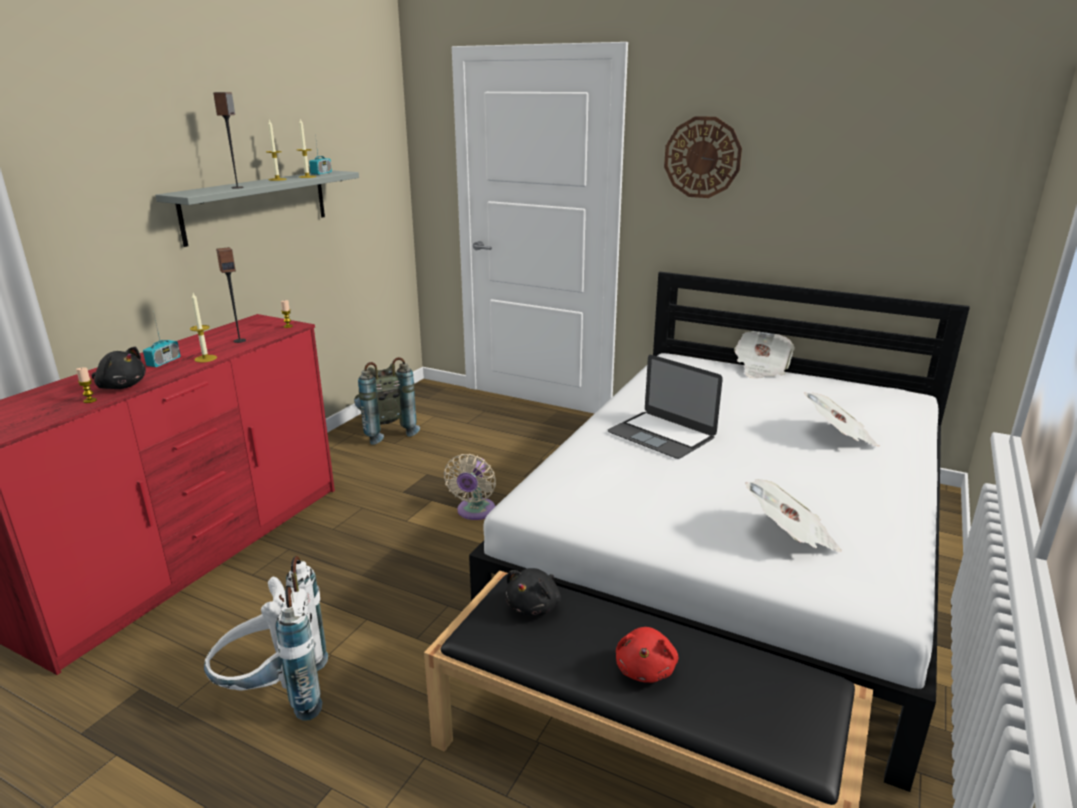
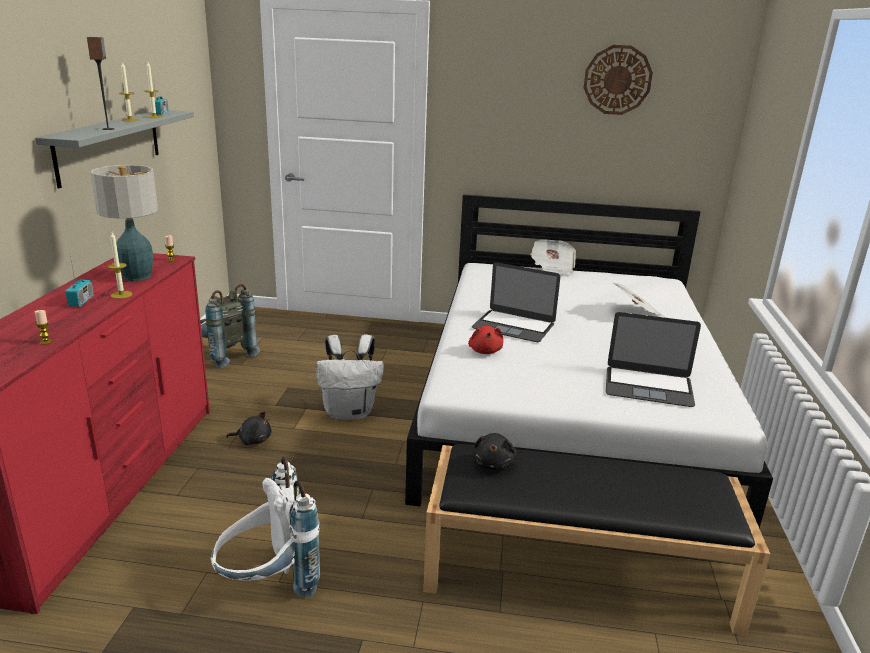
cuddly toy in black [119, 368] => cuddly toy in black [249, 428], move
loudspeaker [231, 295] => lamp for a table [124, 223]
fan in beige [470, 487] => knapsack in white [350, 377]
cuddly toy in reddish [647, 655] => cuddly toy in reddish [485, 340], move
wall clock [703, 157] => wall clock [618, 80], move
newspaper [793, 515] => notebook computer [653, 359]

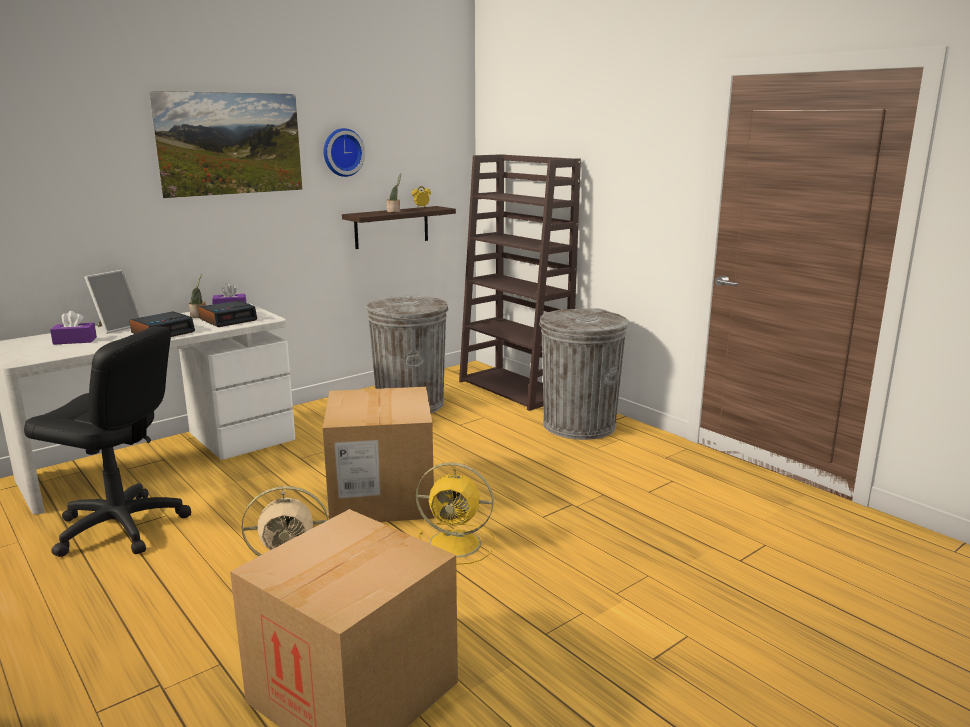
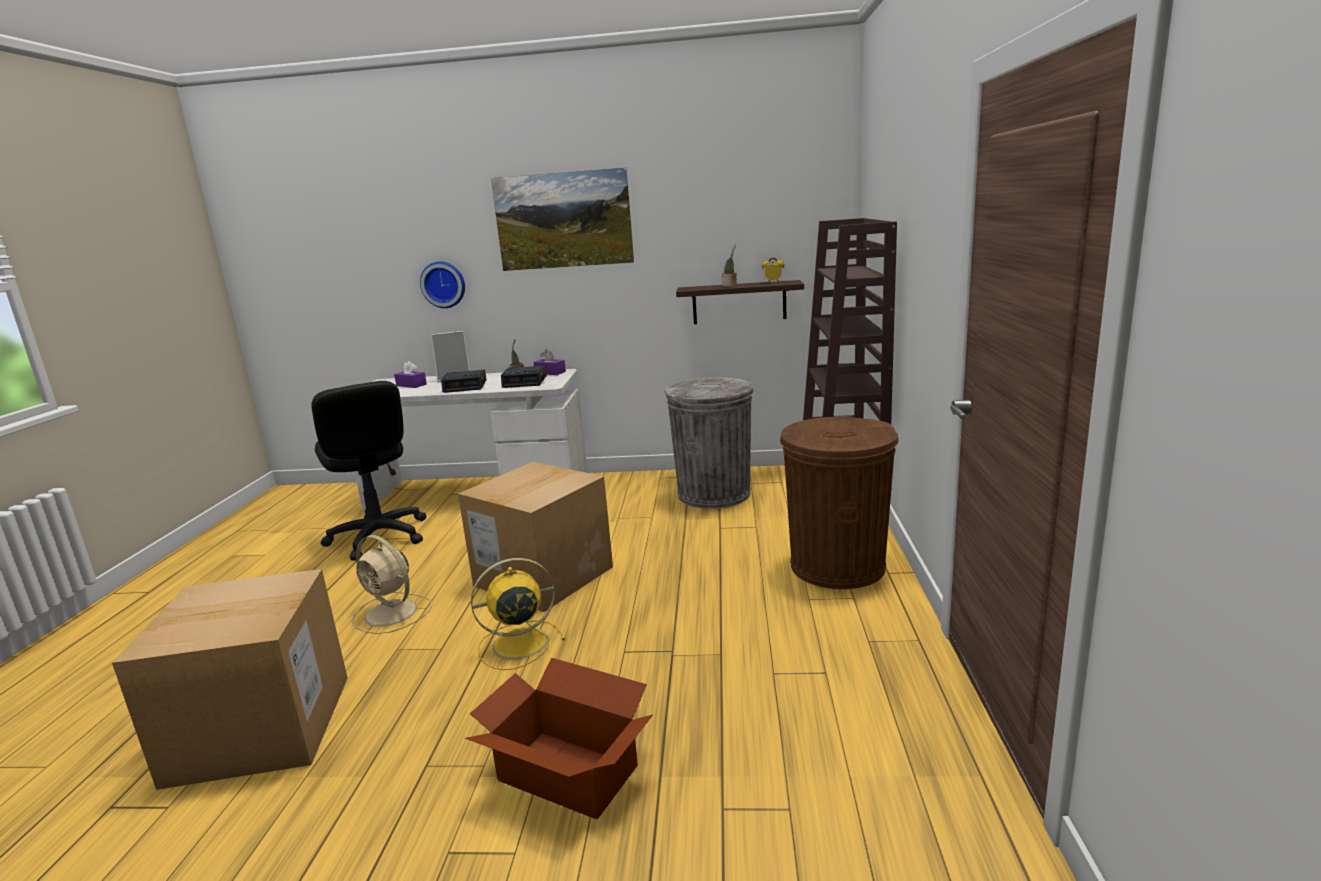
wall clock [344, 152] => wall clock [442, 284], move
fan in yellow-coloured [455, 513] => fan in yellow-coloured [518, 614], 105 degrees clockwise
waste bin in greyish [584, 374] => waste bin in brownish [839, 502]
nothing => cardboard box [559, 739]

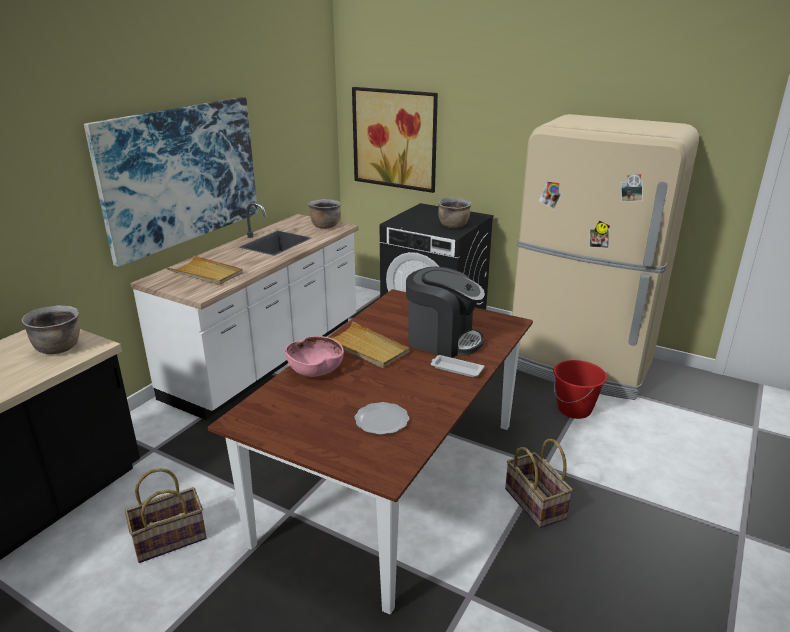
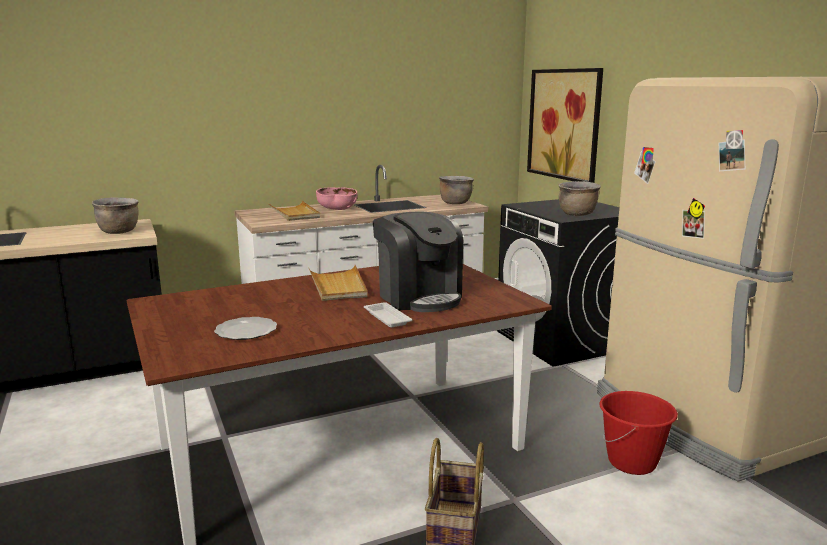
picture [171, 182] => nothing
storage basket [166, 515] => nothing
bowl in pink [314, 356] => bowl in pink [336, 198], move

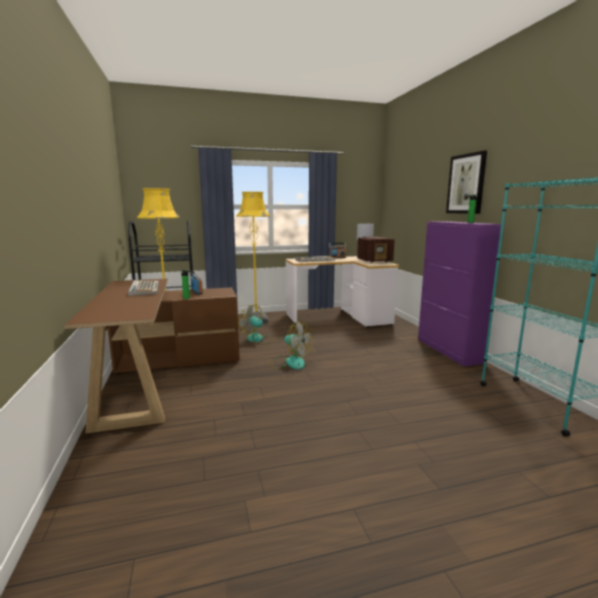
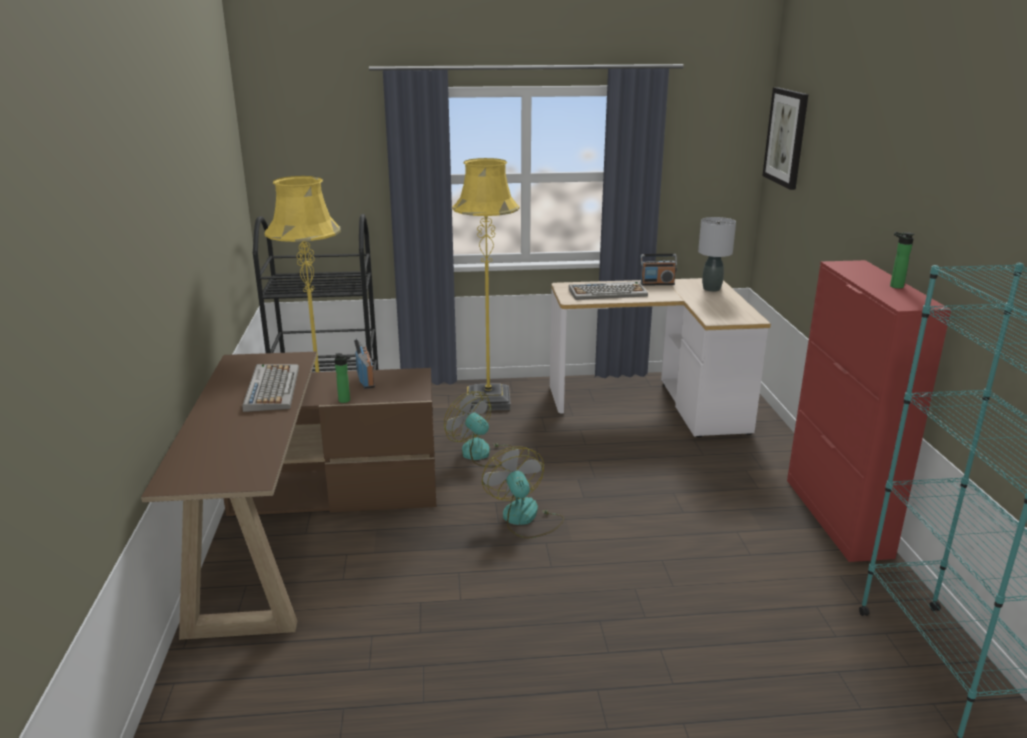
fan [291, 345] => fan [523, 492], 150 degrees counterclockwise
radio set [376, 249] => nothing
cabinet in purple-coloured [459, 293] => cabinet in reddish [869, 411]
picture [466, 182] => picture [785, 138], move

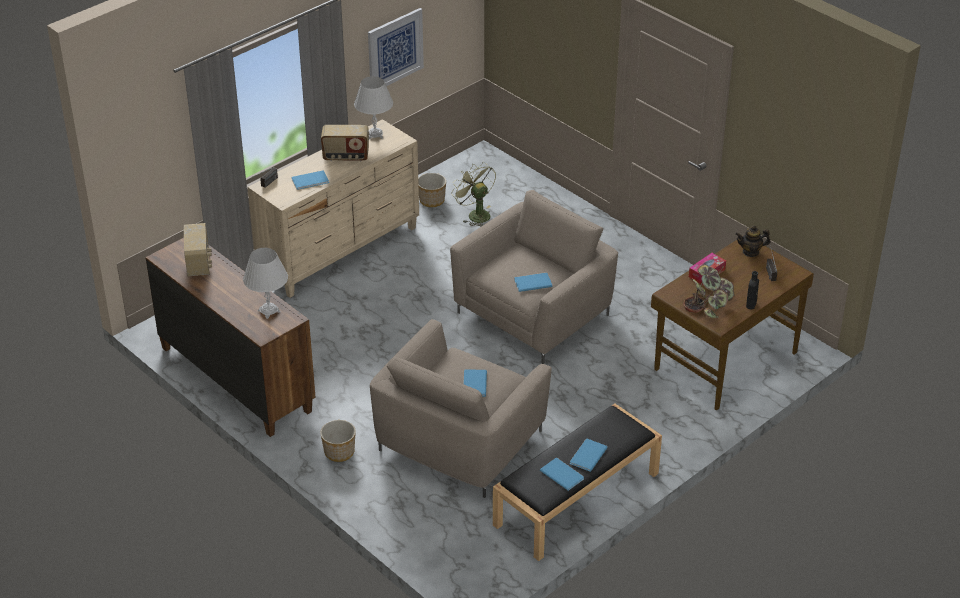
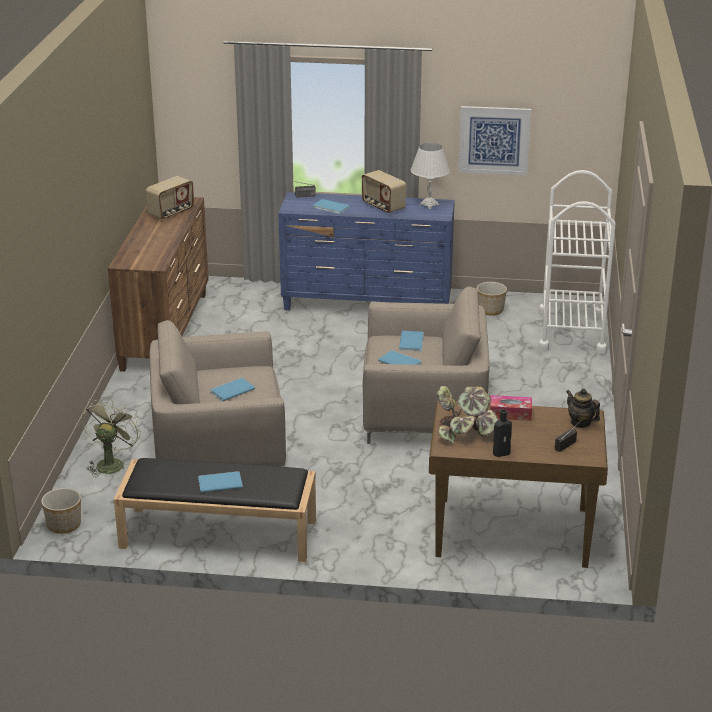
lamp for a table in white [265, 283] => nothing
dresser in beige [333, 208] => dresser in bluish [366, 251]
planter [338, 441] => planter [61, 511], move
fan in greenish [473, 194] => fan in greenish [111, 437], move
volume in bluish [562, 474] => volume in bluish [411, 341], move
nothing => cart in white [577, 262]

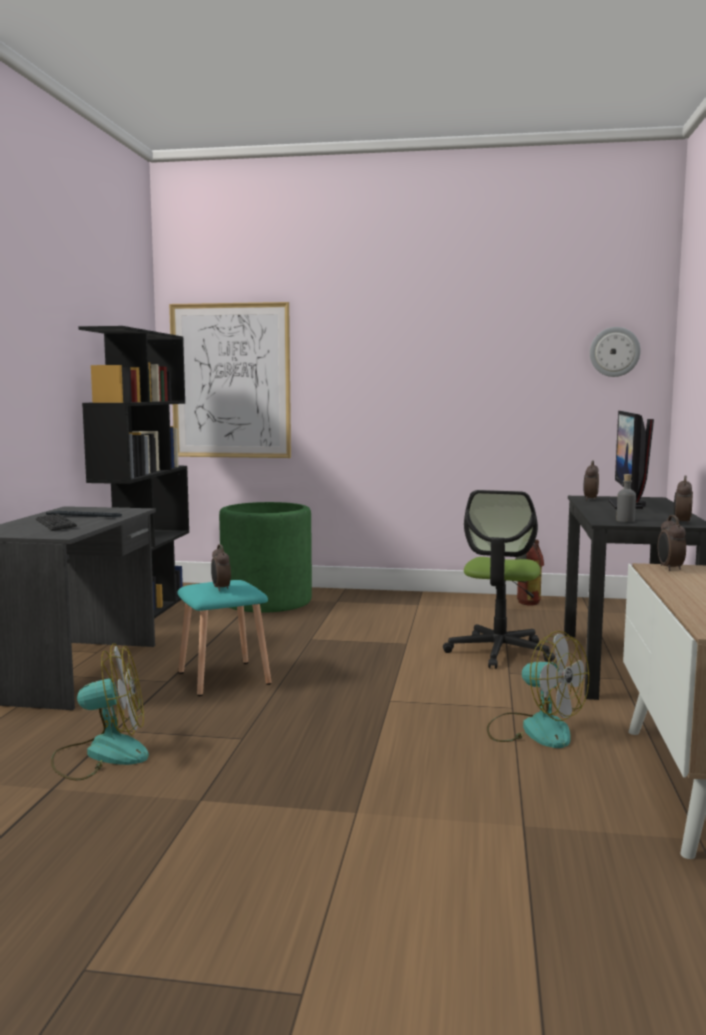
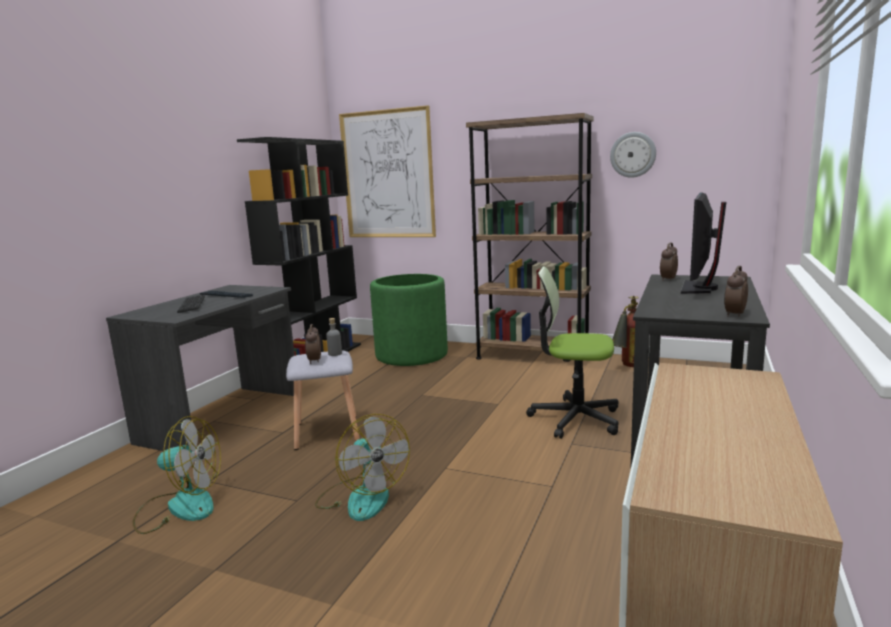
stool in blue-green [224, 638] => stool in greyish [323, 400]
office chair [499, 579] => office chair [572, 352], 75 degrees clockwise
fan [538, 689] => fan [362, 467], move
wall clock [615, 352] => wall clock [633, 155], move
drink bottle in greyish [626, 498] => drink bottle in greyish [334, 337], move
bedside clock [672, 543] => nothing
nothing => shelving unit in brownish [530, 236]

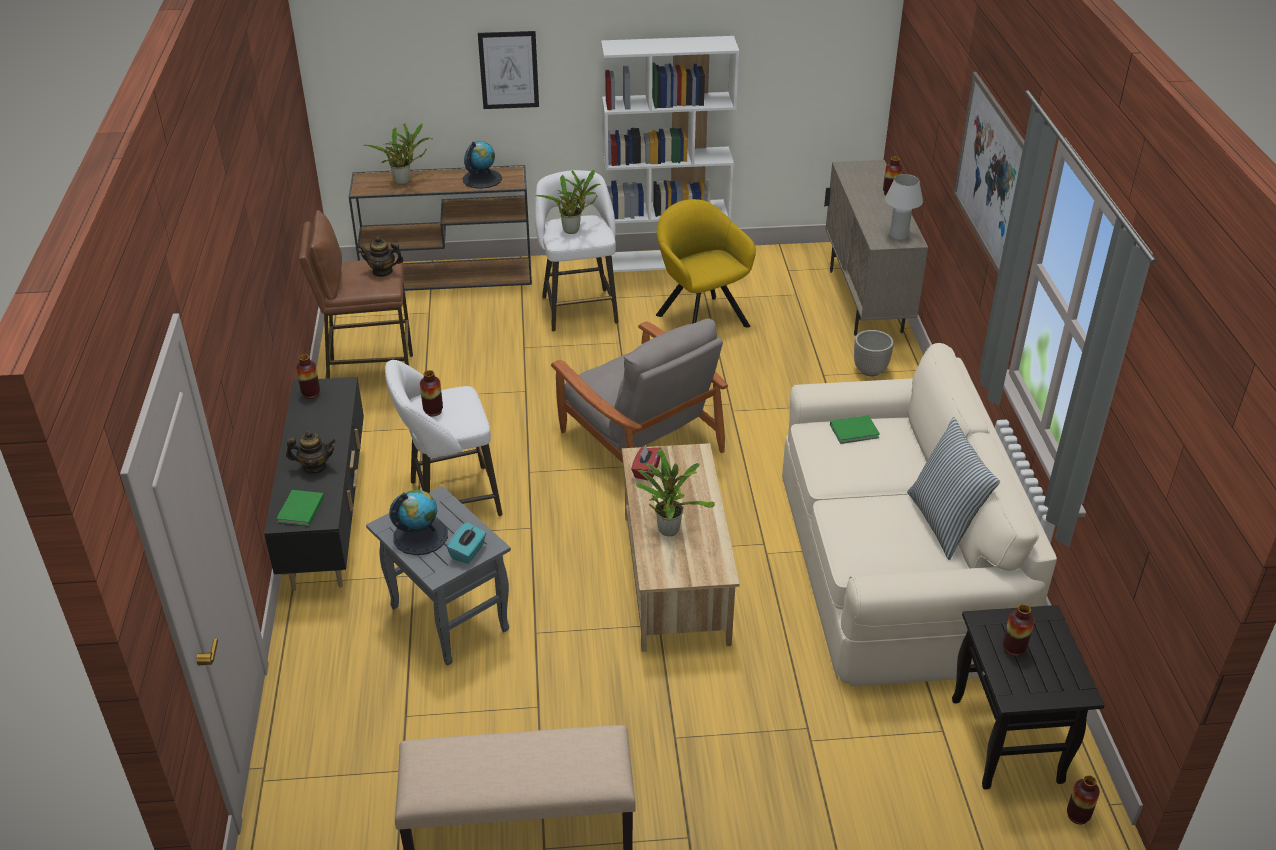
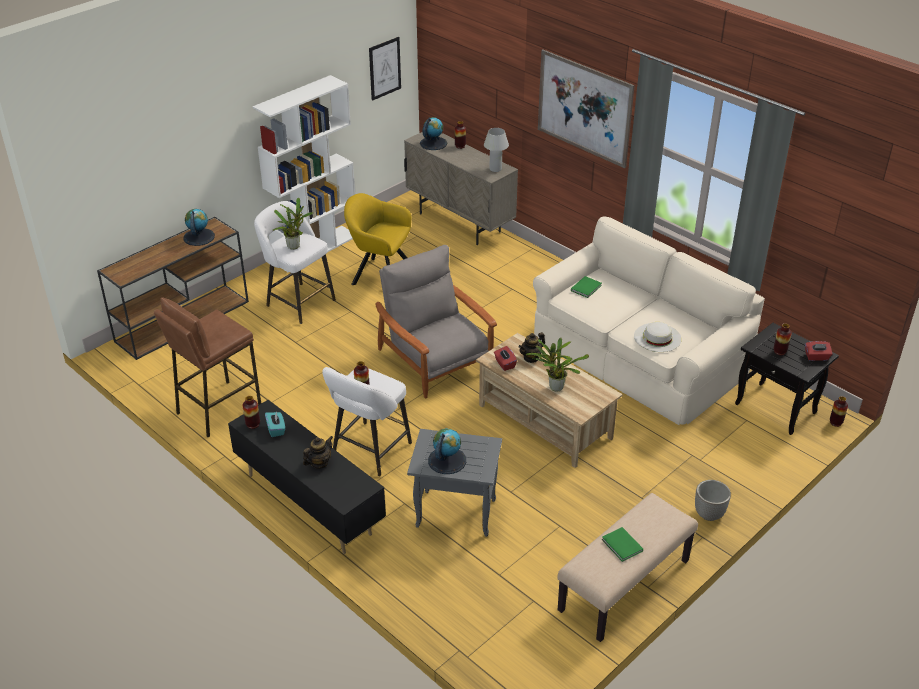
volume in greenish [300, 508] => volume in greenish [622, 544], move
tea pot [381, 256] => tea pot [531, 347], move
potted plant [397, 154] => nothing
box of tissues in blue-green [466, 543] => box of tissues in blue-green [275, 424], move
picture [508, 70] => picture [385, 69], move
lounge chair in greyish [639, 390] => lounge chair in greyish [436, 322], 135 degrees counterclockwise
planter [874, 353] => planter [713, 500], move
pillow [953, 488] => nothing
nothing => globe [433, 133]
nothing => clothing hat in white [657, 337]
nothing => box of tissues in reddish [819, 351]

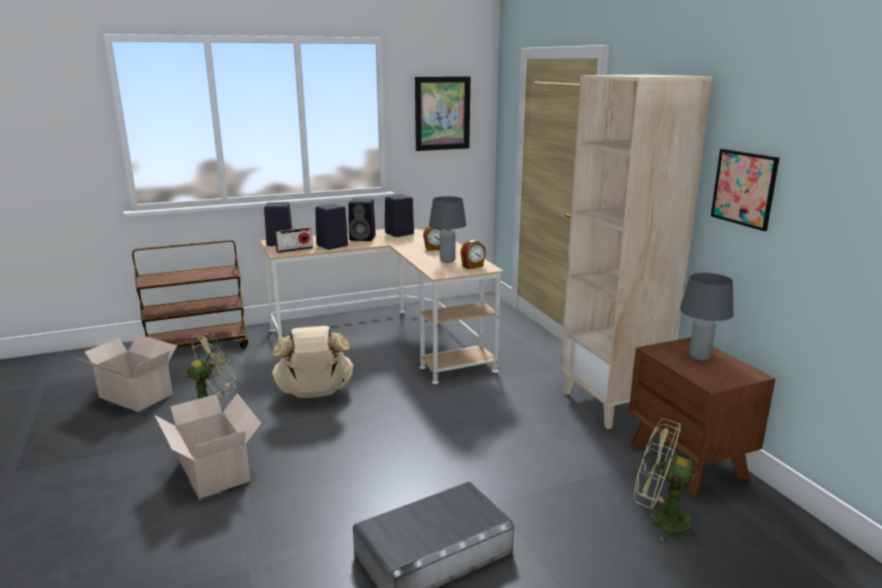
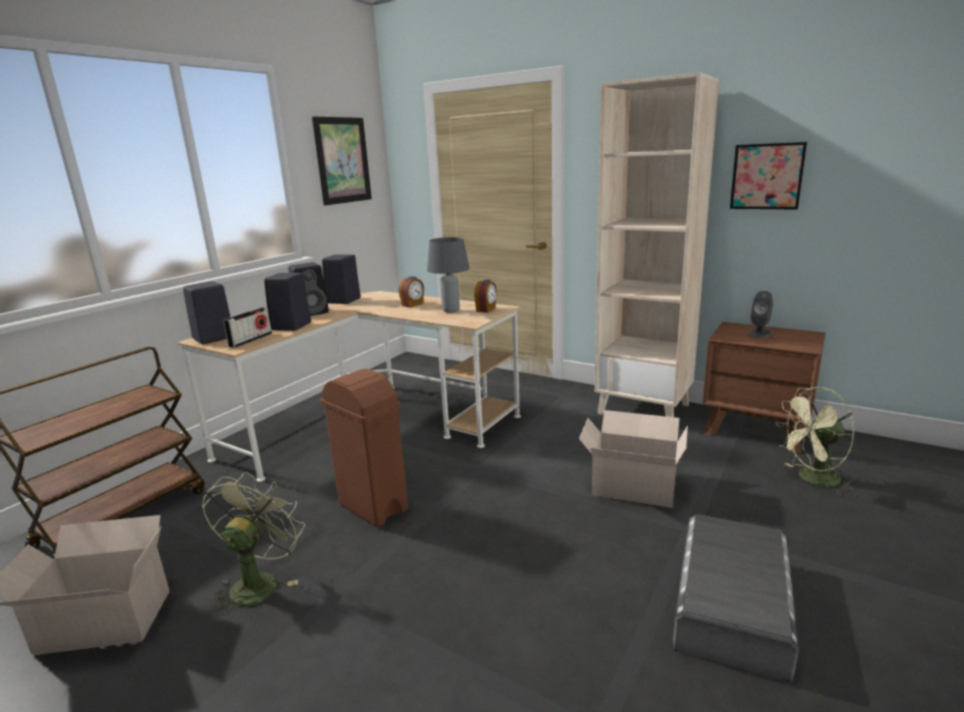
cardboard box [207, 446] => cardboard box [633, 459], move
knapsack in beige [313, 362] => waste bin in brownish [364, 448]
lamp for a table in greyish [706, 317] => loudspeaker in greyish [760, 314]

